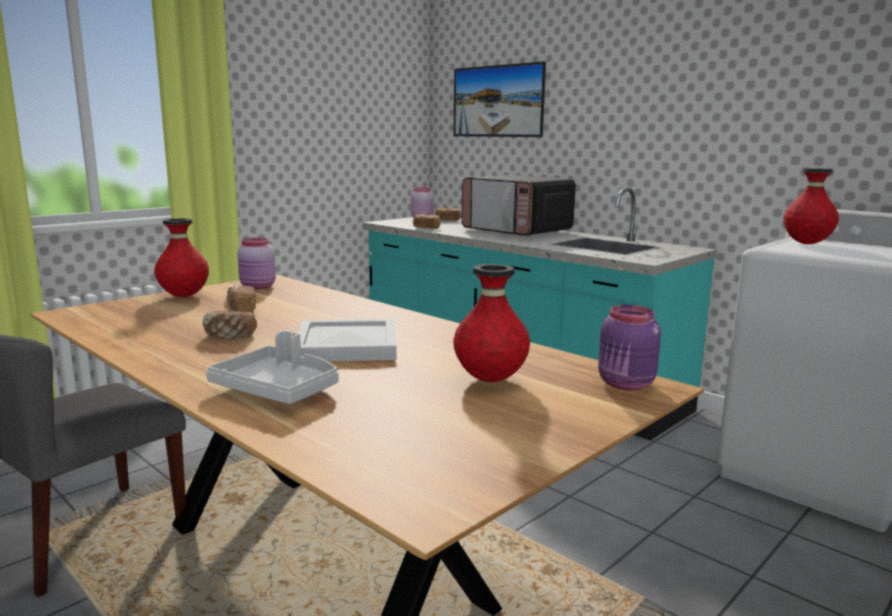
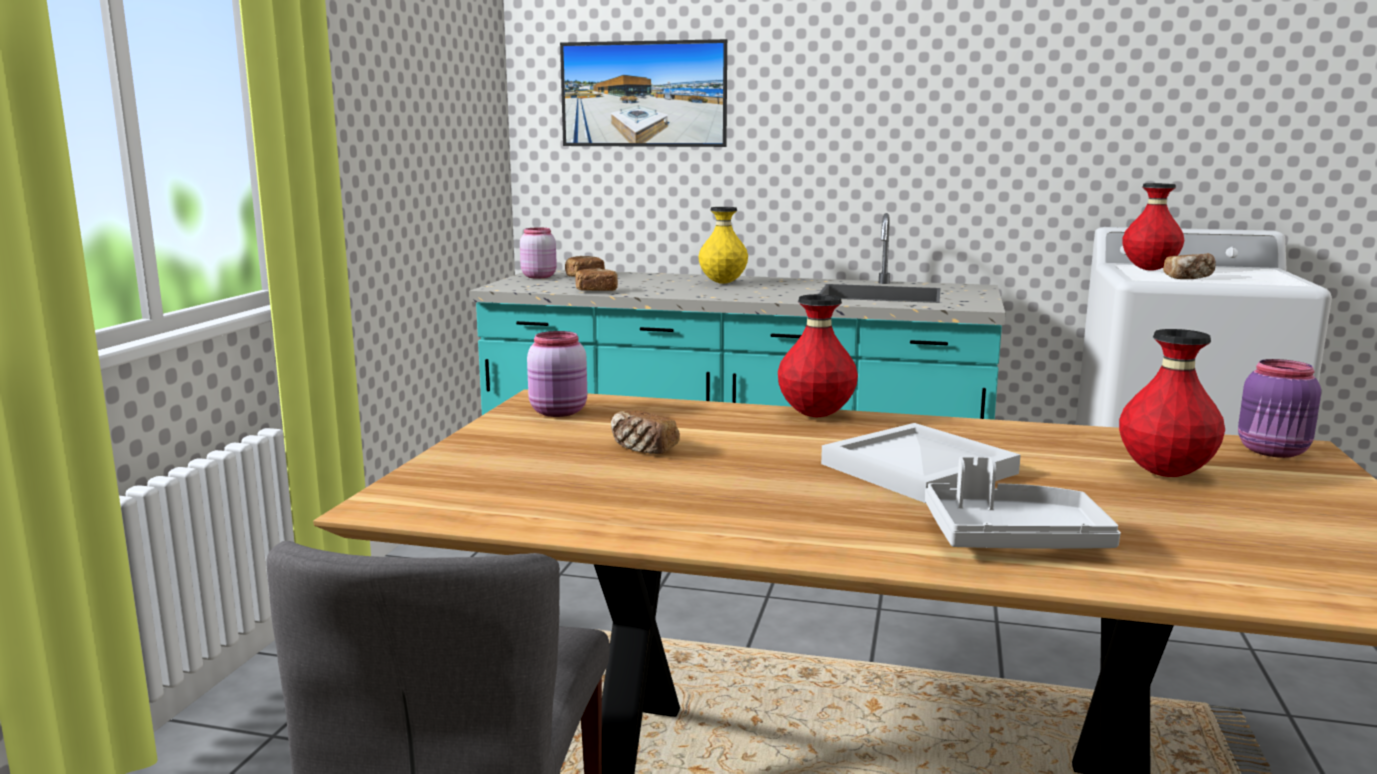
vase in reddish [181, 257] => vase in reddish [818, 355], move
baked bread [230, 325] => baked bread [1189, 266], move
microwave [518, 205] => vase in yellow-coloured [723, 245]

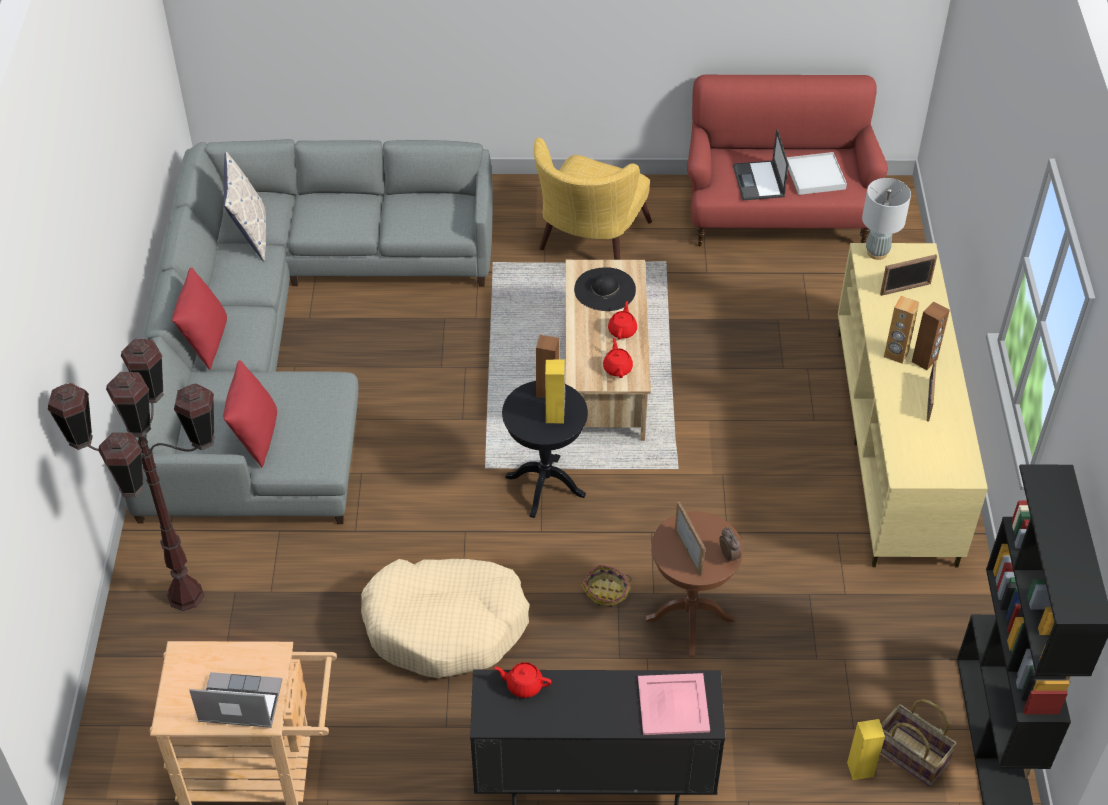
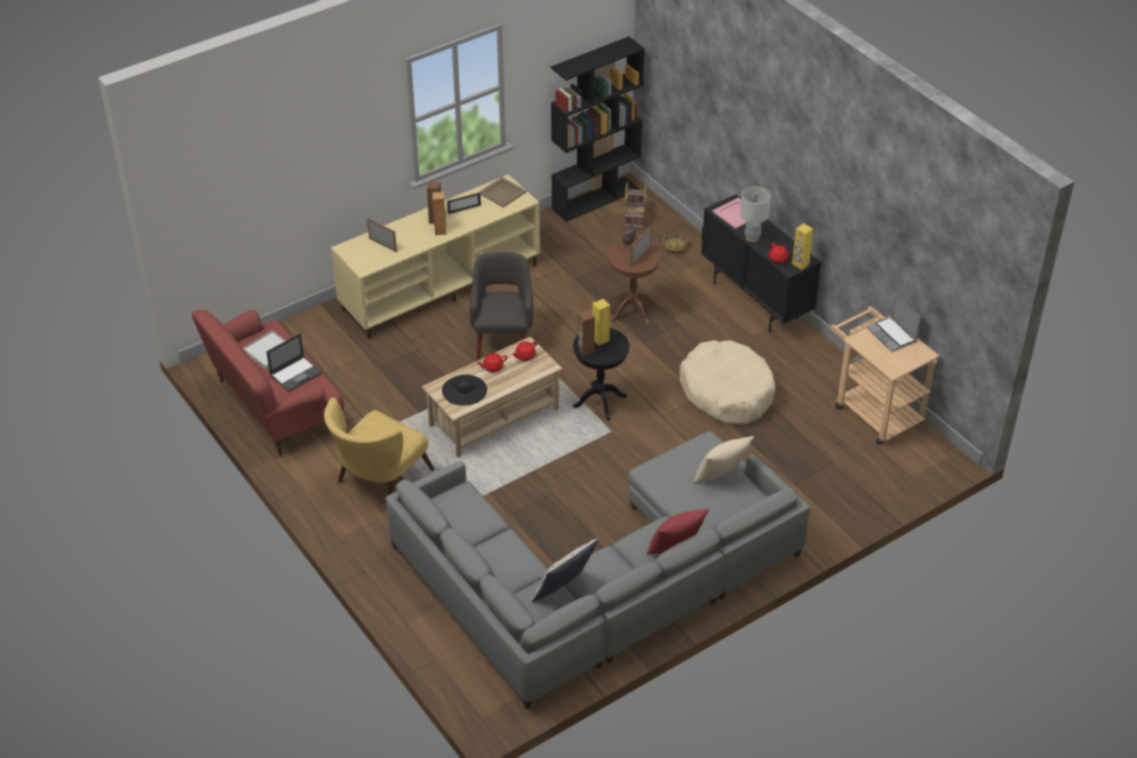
standard lamp in brownish [131, 475] => nothing
pillow in reddish [250, 413] => pillow in beige [724, 459]
lounge chair in yellow-coloured [593, 199] => lounge chair in yellow-coloured [379, 446], 135 degrees clockwise
storage basket [606, 586] => storage basket [673, 243], move
loudspeaker in yellow-coloured [866, 749] => loudspeaker in yellow-coloured [802, 246], move
lamp for a table in greyish [886, 219] => lamp for a table in greyish [755, 214], move
nothing => lounge chair in greyish [501, 306]
nothing => tray in beige [503, 192]

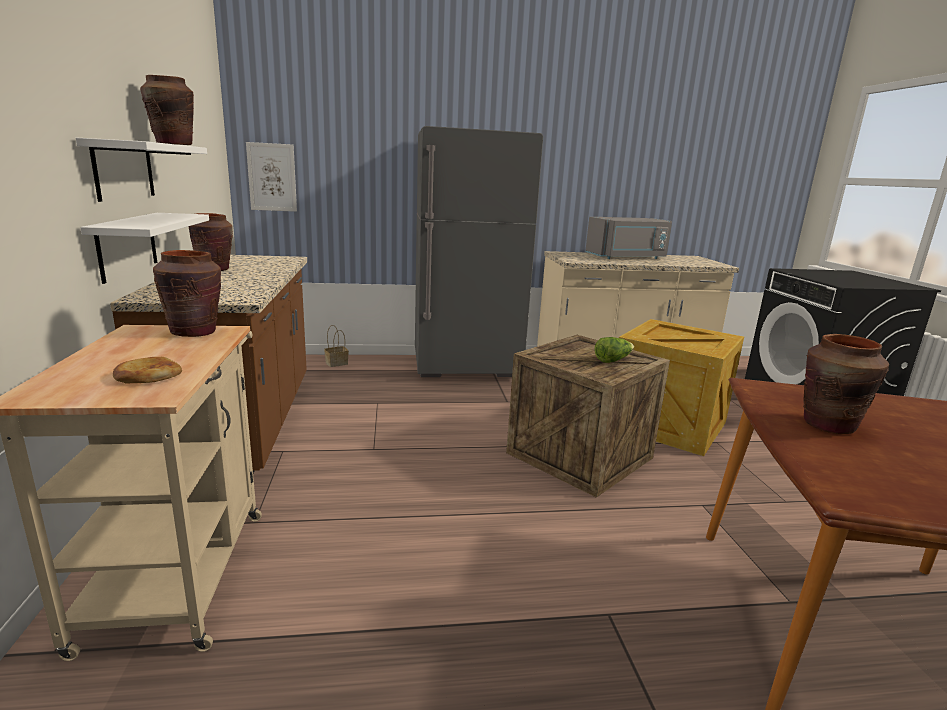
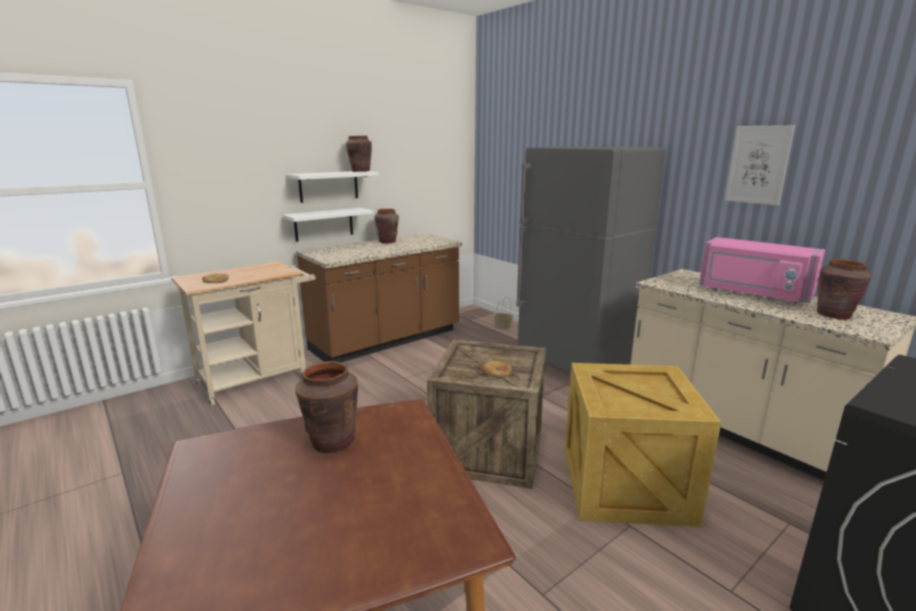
vase in brownish [187, 293] => vase in brownish [844, 289], move
picture [271, 177] => picture [760, 165], move
microwave in greyish [628, 238] => microwave in pink [762, 270]
lettuce head [614, 350] => baked bread [495, 369]

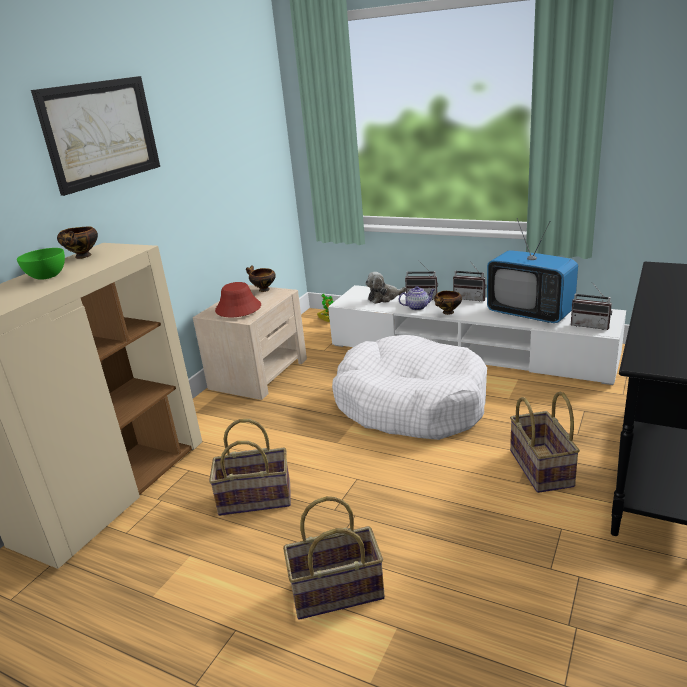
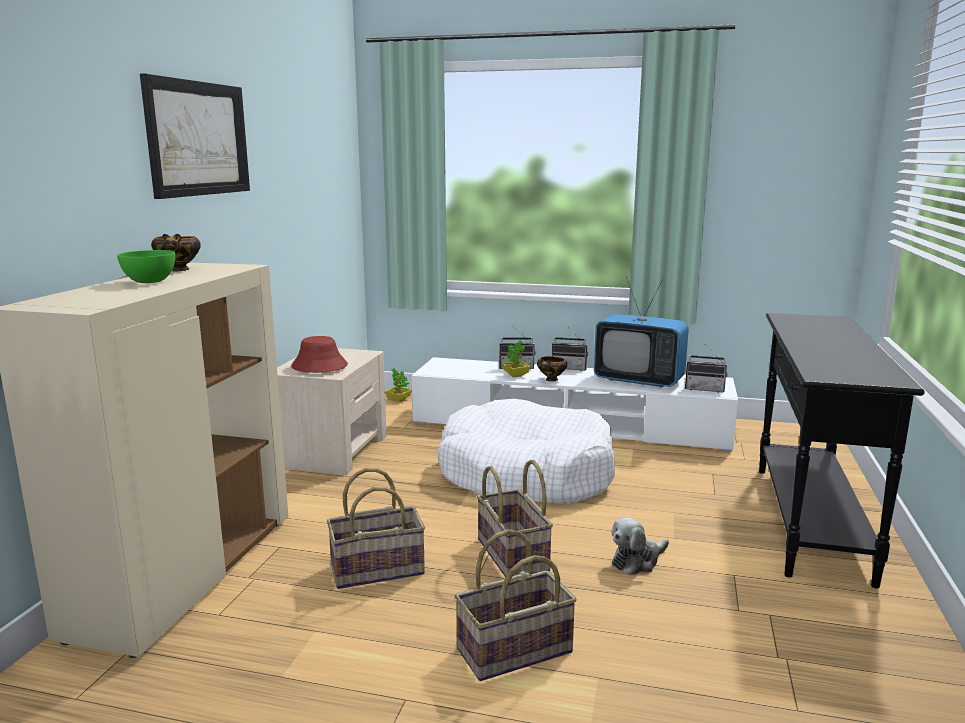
bowl [261, 278] => nothing
cuddly toy [385, 288] => cuddly toy [640, 546], move
tea pot [417, 298] => potted plant [516, 358]
storage basket [545, 442] => storage basket [515, 519], move

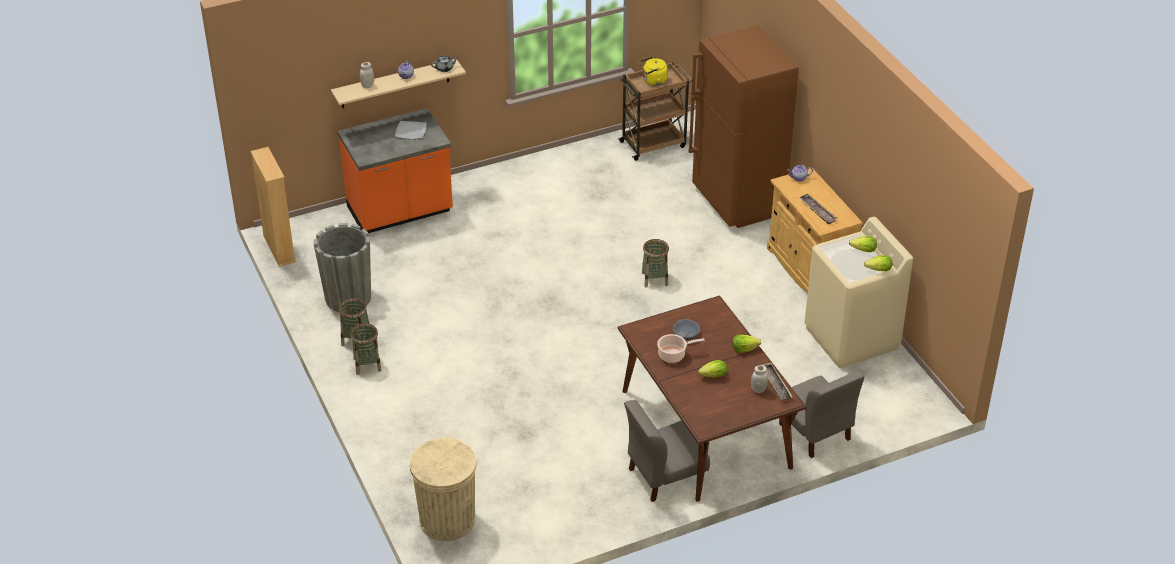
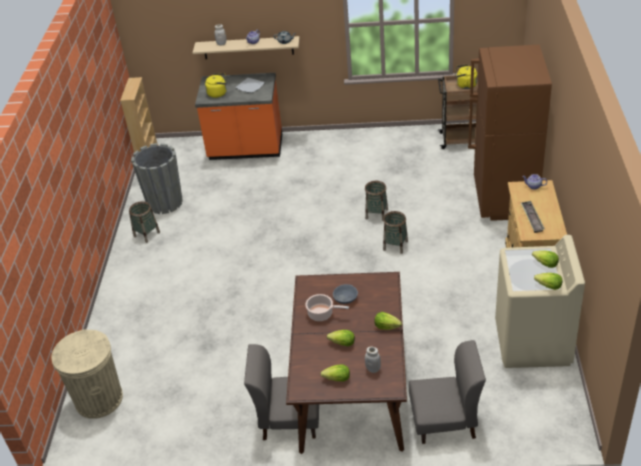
storage basket [365, 349] => storage basket [376, 201], move
tray [777, 381] => nothing
upright chair in greyish [821, 414] => upright chair in greyish [447, 392], 90 degrees counterclockwise
nothing => kettle in yellow-coloured [216, 85]
nothing => lettuce head [335, 373]

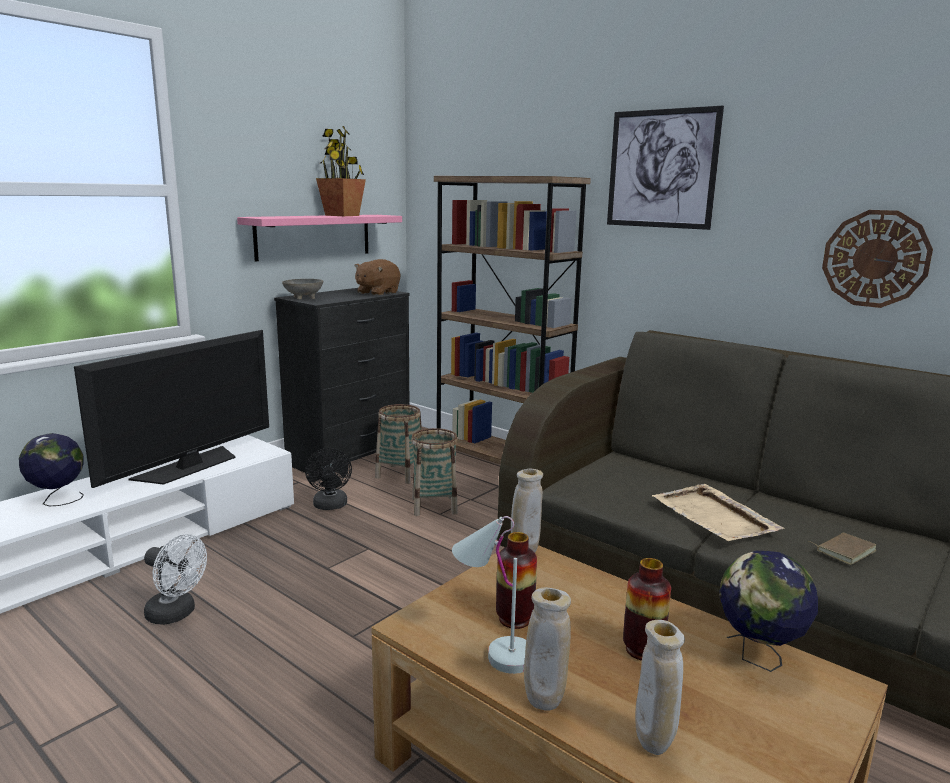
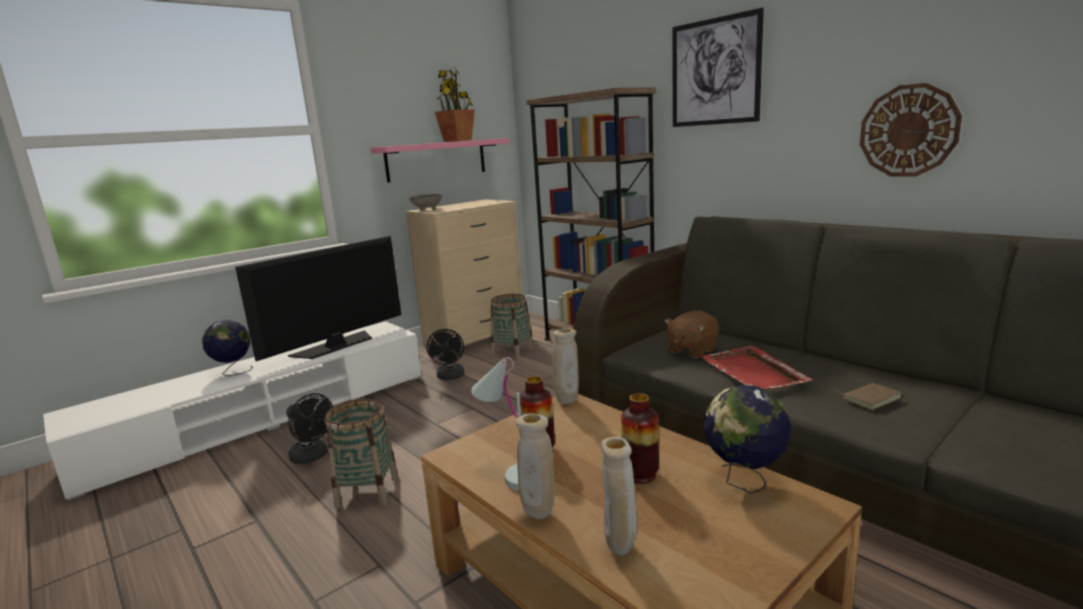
fan in white [175, 579] => fan in black [309, 428]
dresser in black [342, 384] => dresser in beige [463, 277]
cuddly toy in brownish [377, 277] => cuddly toy in brownish [691, 334], move
storage basket [434, 472] => storage basket [362, 454], move
tray in beige [718, 512] => tray in reddish [757, 368]

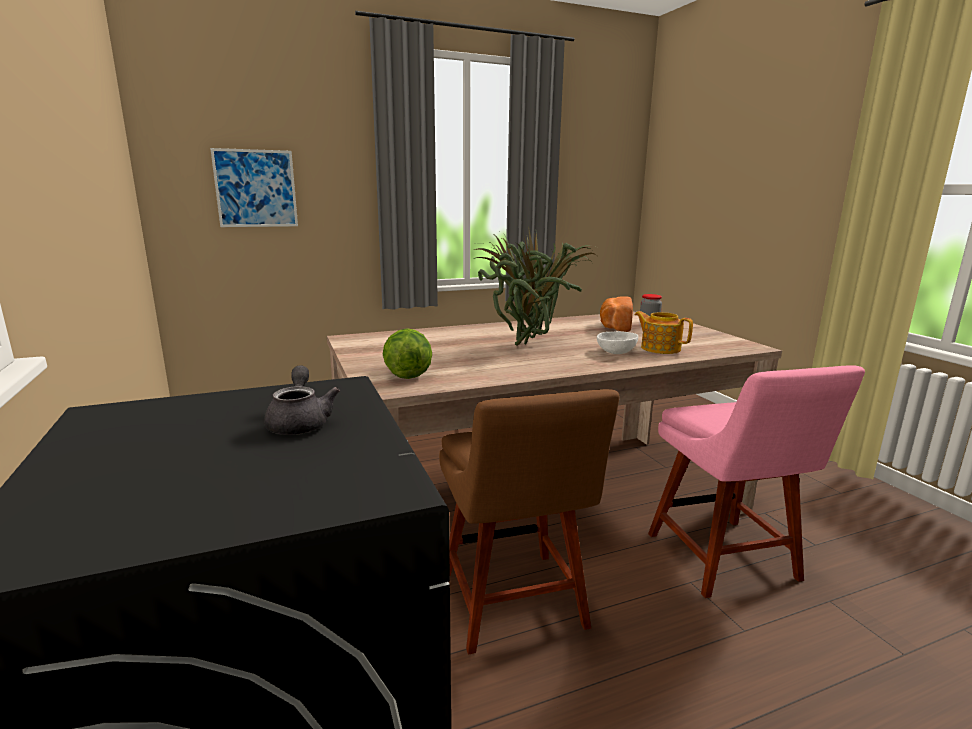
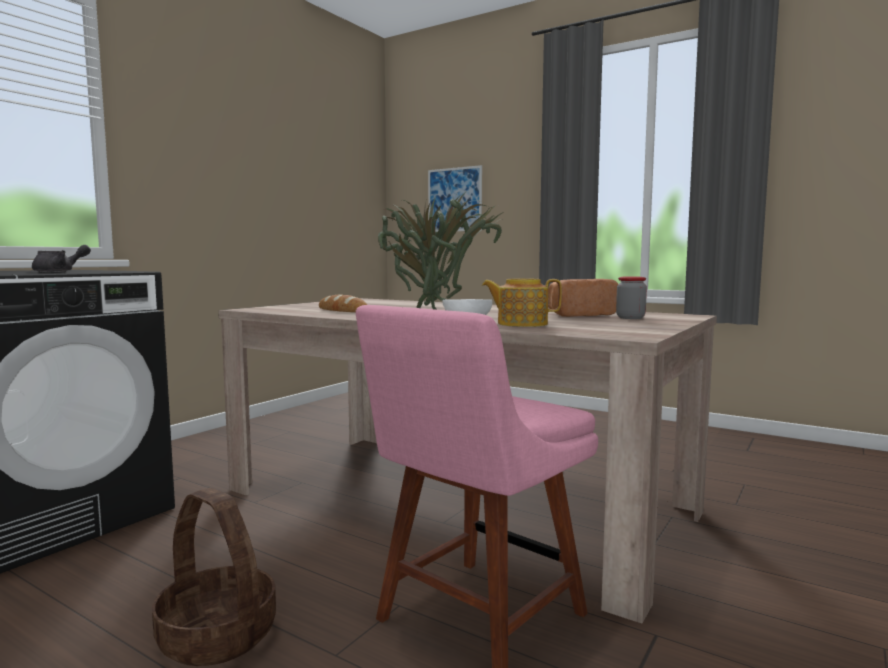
lettuce head [407, 353] => nothing
upright chair in brownish [529, 522] => nothing
tea pot [663, 332] => tea pot [522, 302], 90 degrees counterclockwise
nothing => storage basket [214, 577]
nothing => baked bread [343, 303]

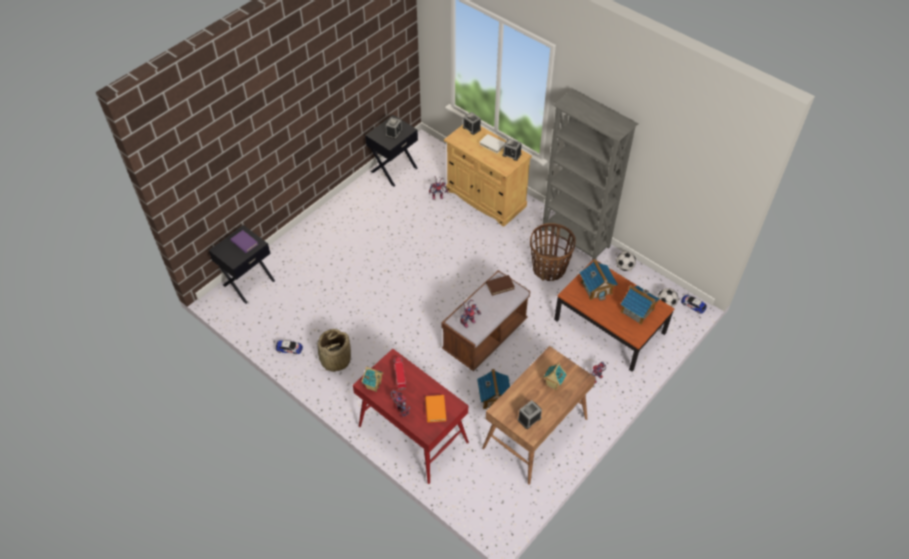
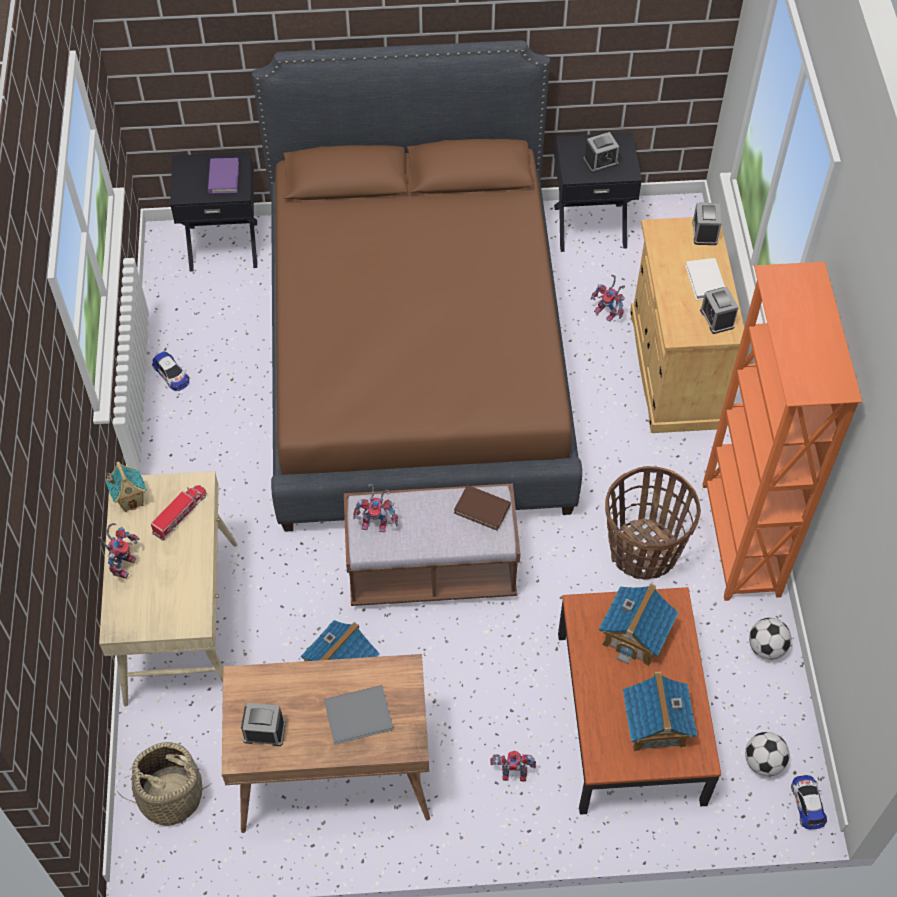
storage basket [334, 350] => storage basket [163, 784], move
desk table in reddish [411, 416] => desk table in beige [168, 589]
volume in orange-coloured [435, 408] => nothing
shelving unit in greyish [590, 174] => shelving unit in orange-coloured [782, 431]
toy house [555, 376] => volume in greyish [358, 715]
nothing => sleeping bed in brownish [417, 286]

